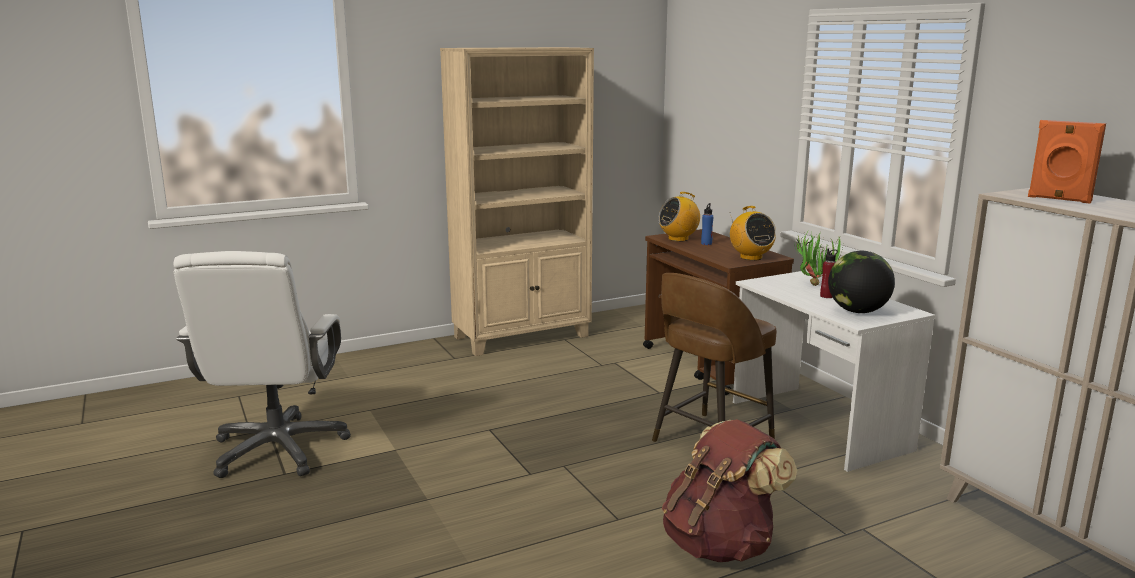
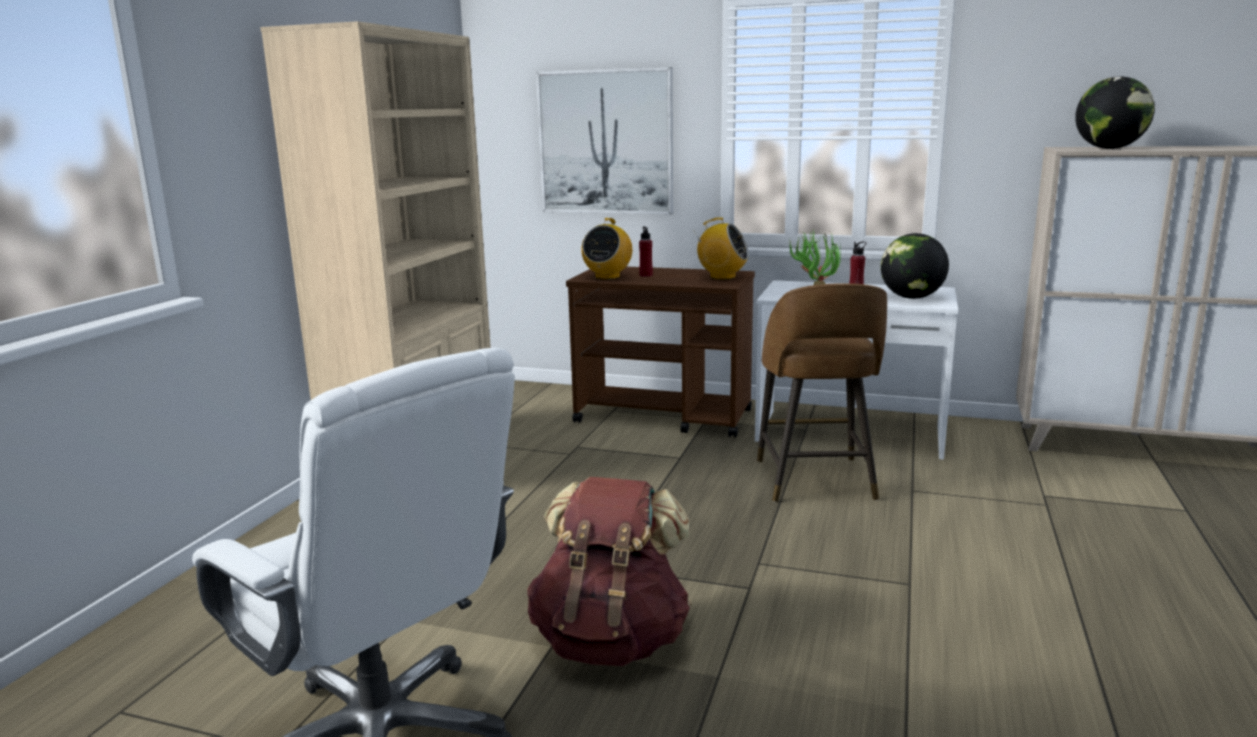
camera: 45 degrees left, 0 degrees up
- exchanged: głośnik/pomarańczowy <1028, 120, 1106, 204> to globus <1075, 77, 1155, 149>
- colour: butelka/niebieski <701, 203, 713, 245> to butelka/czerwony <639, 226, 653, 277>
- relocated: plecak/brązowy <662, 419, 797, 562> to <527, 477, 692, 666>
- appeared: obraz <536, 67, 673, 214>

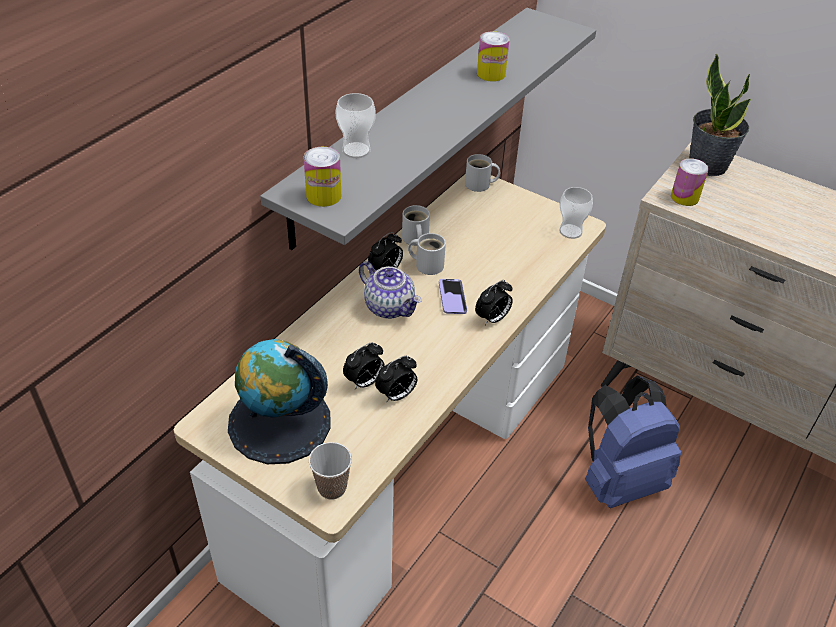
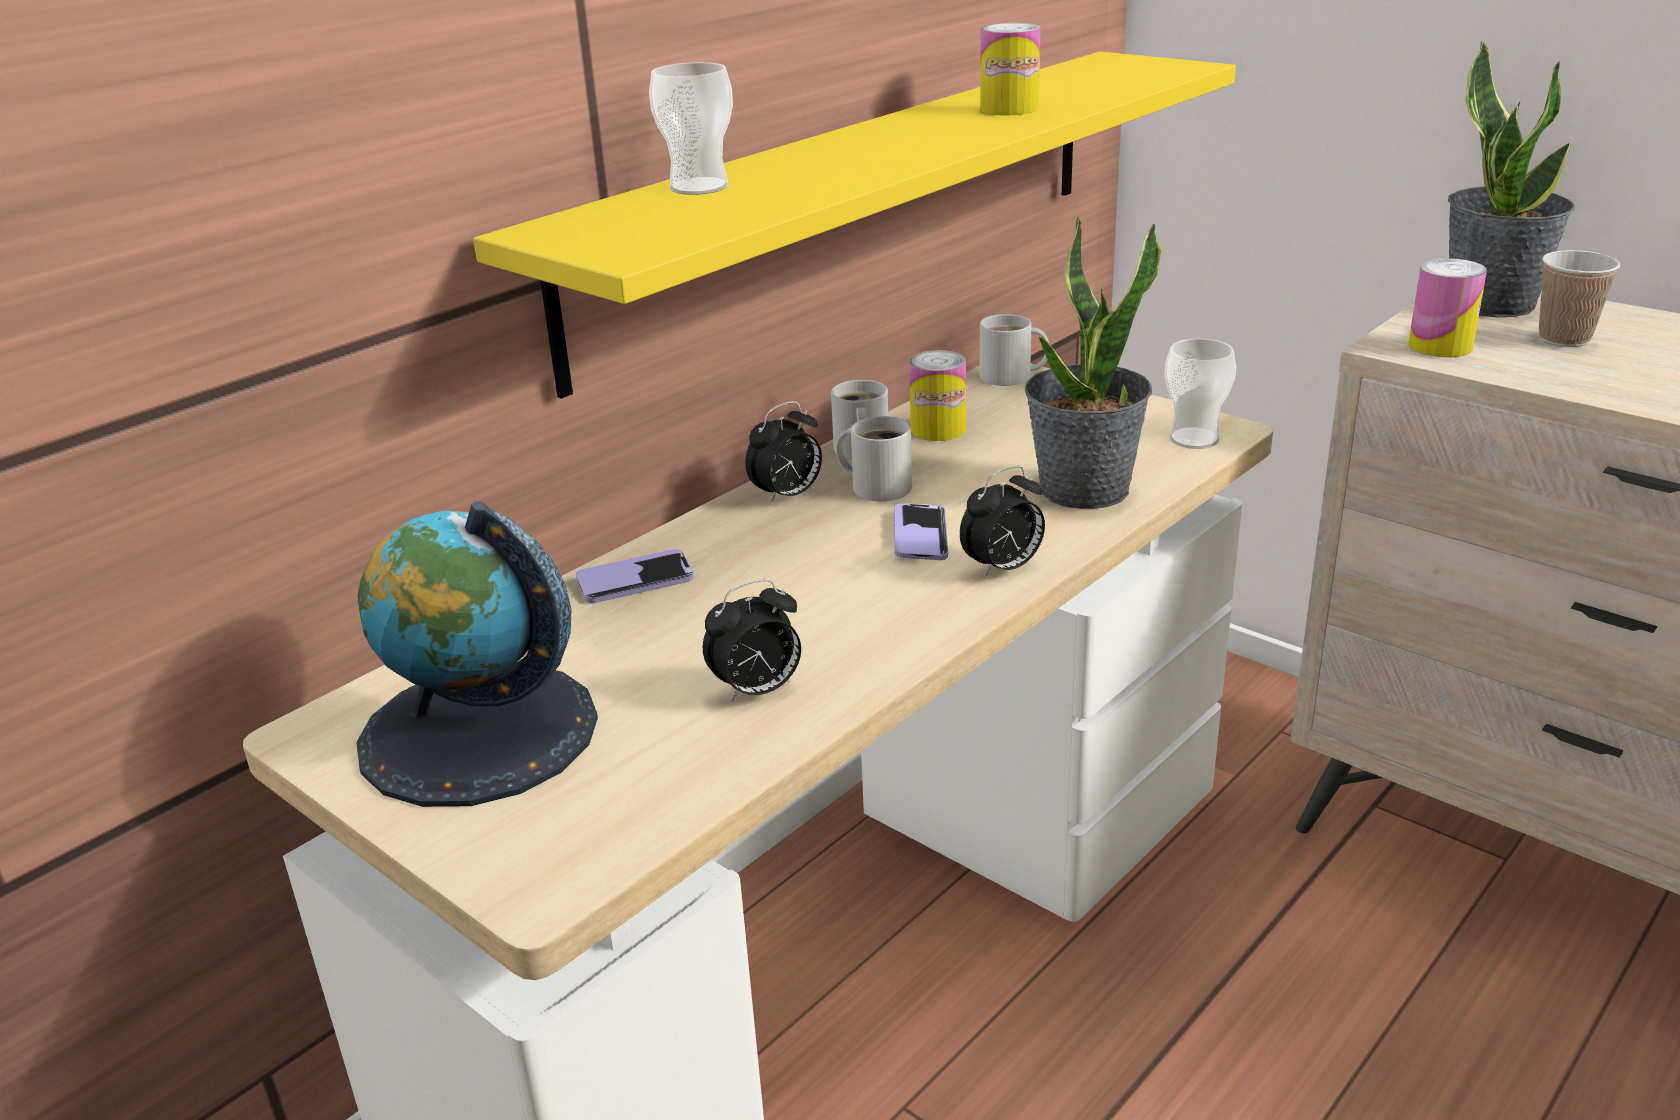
camera: 10 degrees right, 15 degrees down
- colour: półka/szary <260, 8, 596, 250> to półka/żółty <473, 51, 1236, 399>
- relocated: puszka <304, 147, 341, 207> to <909, 350, 966, 441>
- missing: imbryk <359, 261, 422, 319>
- missing: budzik <343, 342, 385, 390>
- missing: plecak/niebieski <585, 375, 681, 508>
- relocated: filiżanka <309, 442, 352, 499> to <1539, 250, 1620, 347>
- appeared: roślina doniczkowa <1025, 216, 1162, 509>
- appeared: telefon <576, 549, 694, 603>

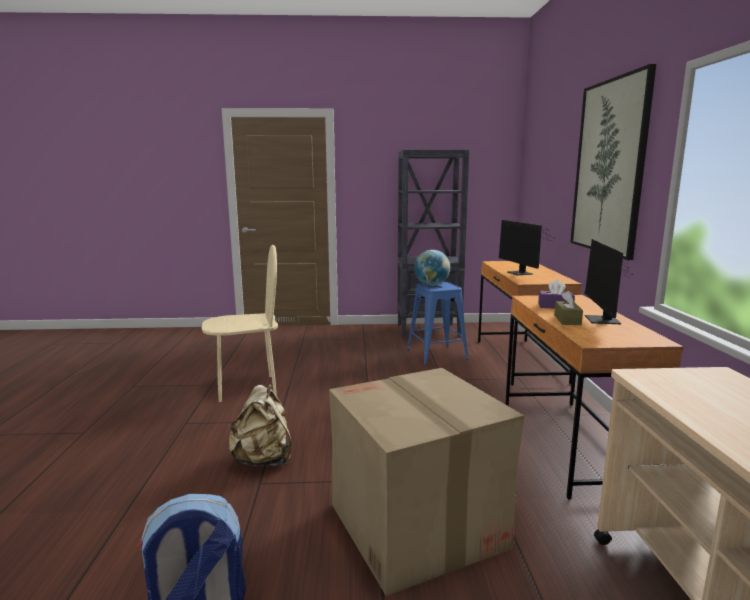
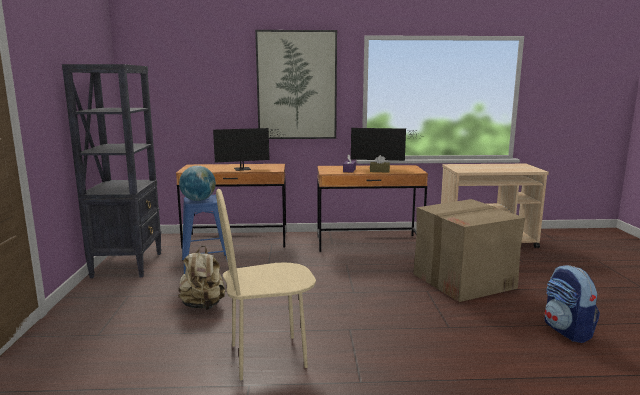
camera: 90 degrees left, 0 degrees up
- spun: krzesło/beżowy <202, 245, 278, 402> = <216, 189, 316, 380> 90 degrees counterclockwise
- relocated: plecak/beżowy <228, 384, 291, 466> to <178, 246, 225, 310>

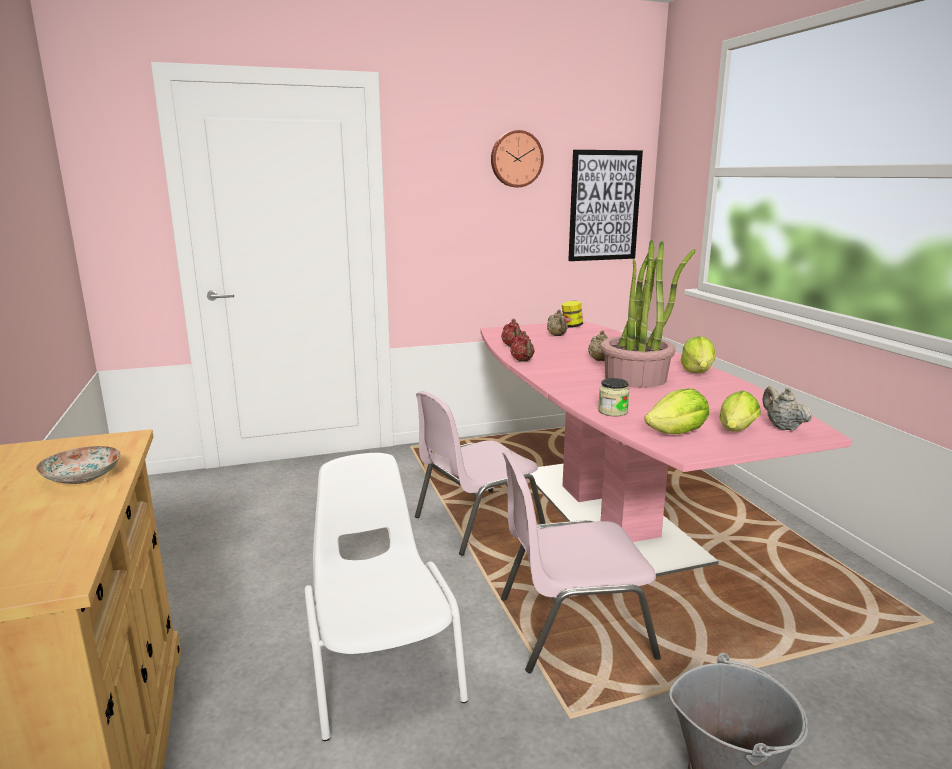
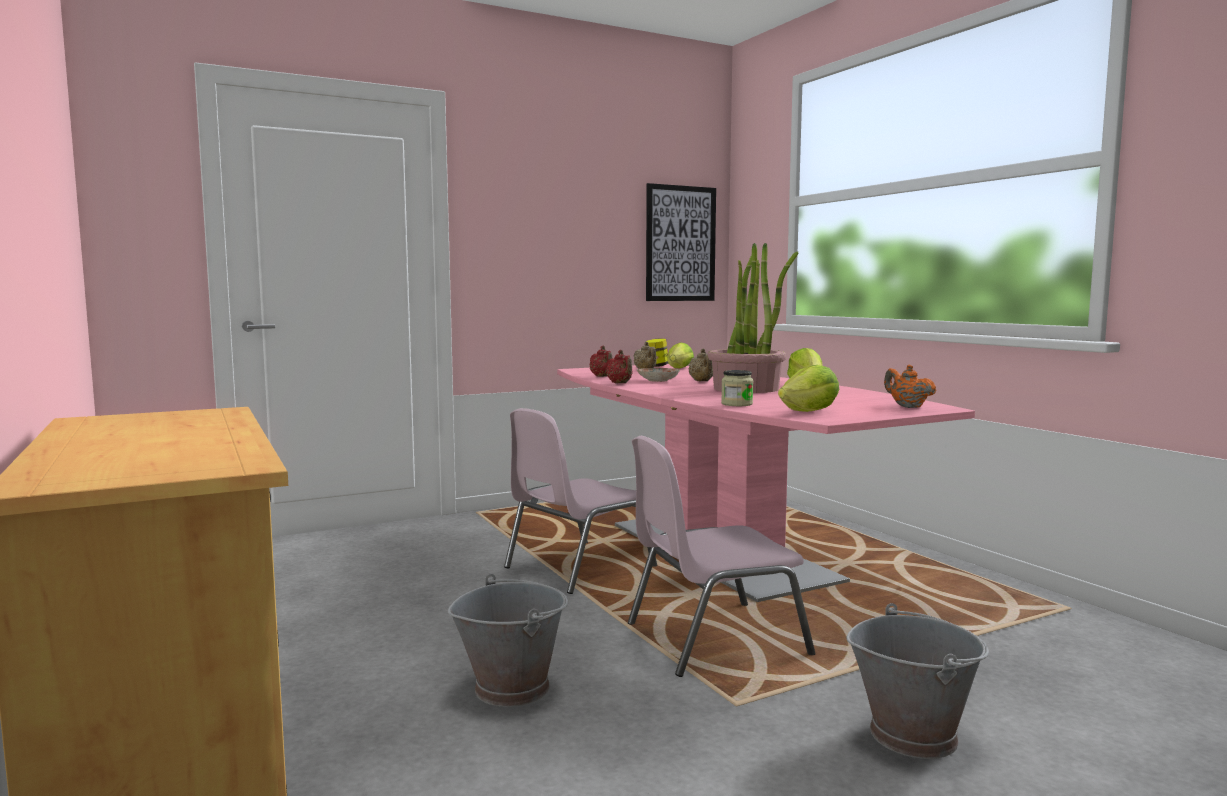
camera: 10 degrees left, 10 degrees down
- missing: zegar ścienny <491, 130, 544, 187>
- colour: imbryk/beżowy <762, 386, 812, 431> to imbryk/pomarańczowy <884, 365, 937, 408>
- relocated: sałata <719, 391, 761, 431> to <667, 342, 694, 368>
- relocated: talerz <36, 446, 120, 484> to <637, 368, 680, 382>
- exchanged: krzesło/biały <305, 453, 468, 741> to wiadro/szary <448, 574, 568, 707>

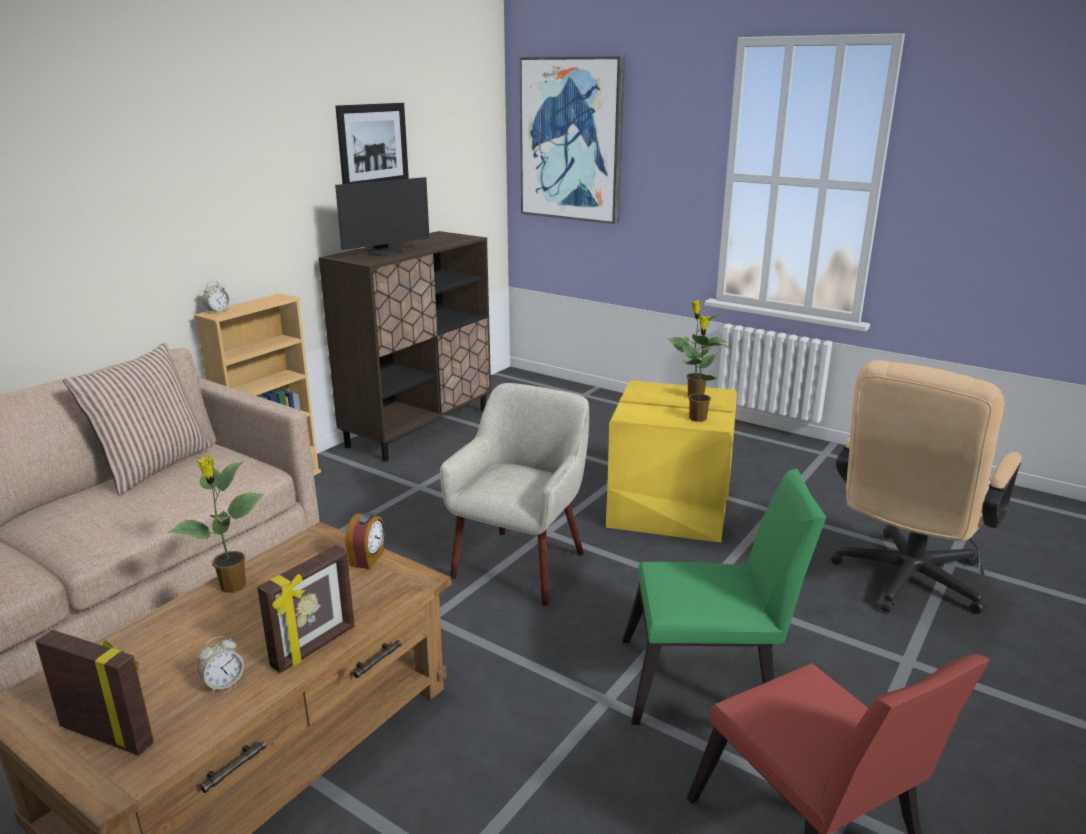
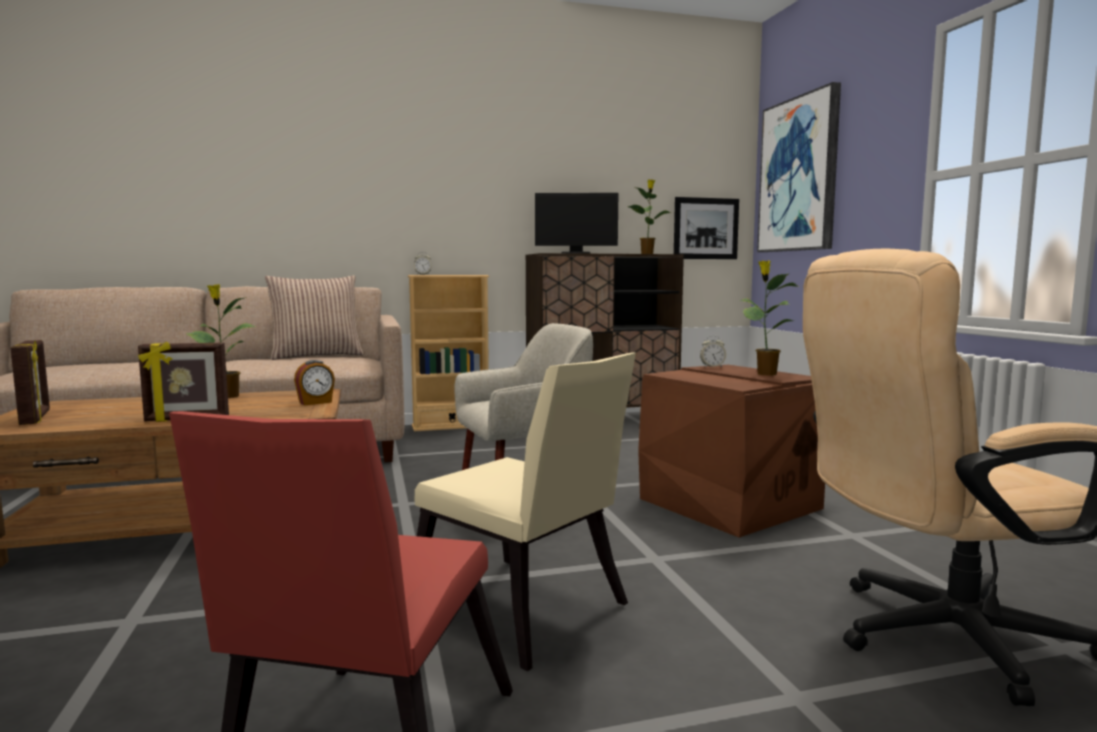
camera: 40 degrees right, 15 degrees down
- relocated: obraz <335, 103, 409, 184> to <674, 197, 739, 259>
- relocated: roślina doniczkowa <682, 316, 728, 422> to <628, 179, 671, 254>
- colour: pojemnik do przechowywania/żółty <606, 380, 737, 543> to pojemnik do przechowywania/brązowy <638, 365, 825, 538>
- colour: krzesło/zielony <622, 469, 826, 725> to krzesło/beżowy <415, 353, 636, 671>
- relocated: budzik <198, 636, 244, 693> to <700, 335, 726, 367>

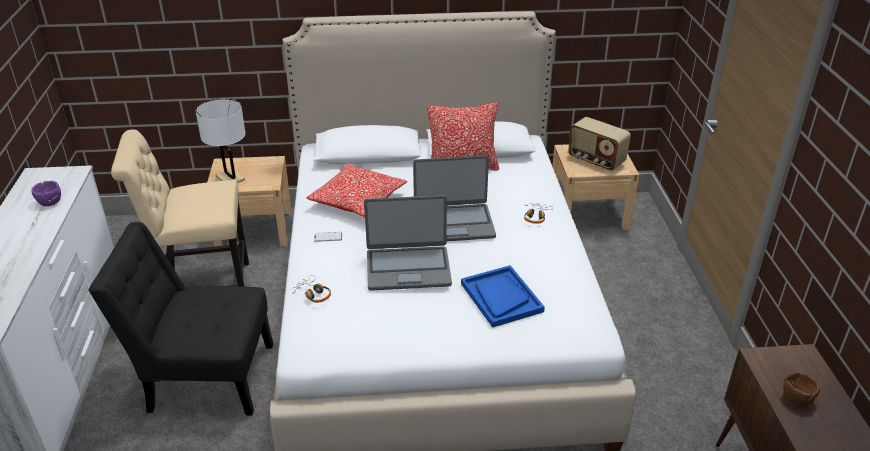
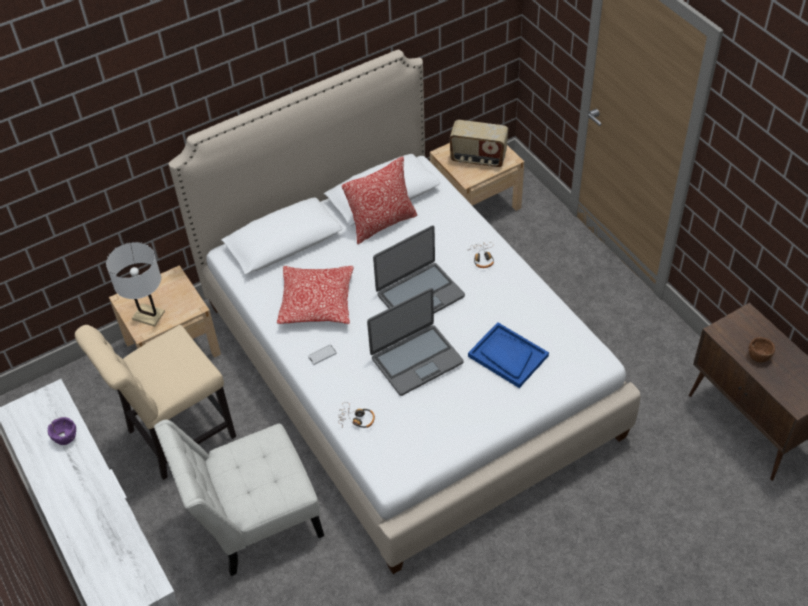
camera: 25 degrees left, 15 degrees up
- colour: krzesło/czarny <88, 222, 273, 416> to krzesło/biały <154, 420, 324, 576>

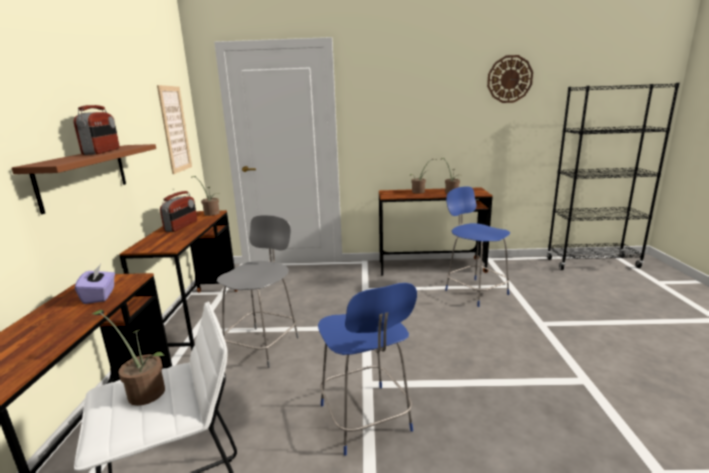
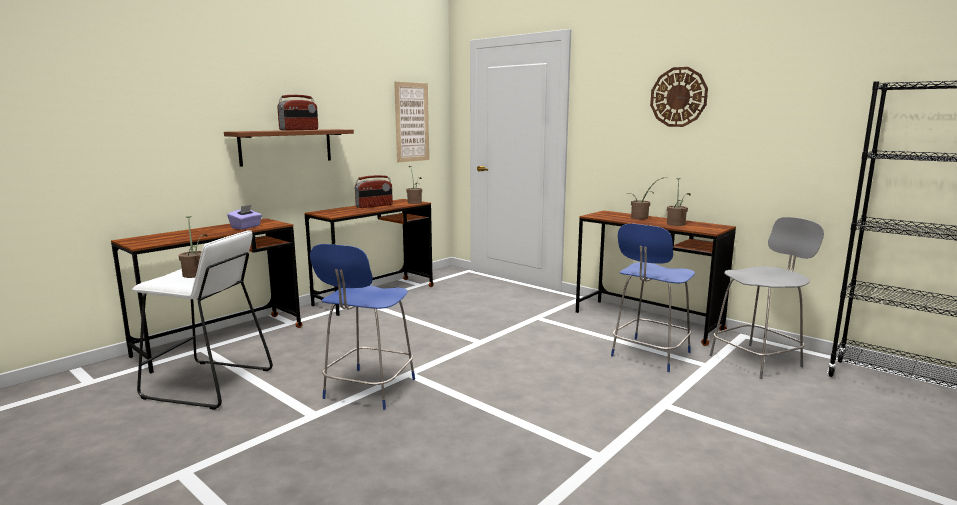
camera: 40 degrees right, 5 degrees down
- relocated: zegar ścienny <487, 55, 533, 103> to <650, 67, 708, 127>
- spun: krzesło/niebieski <445, 186, 510, 307> = <611, 224, 695, 372> 150 degrees counterclockwise
- relocated: krzesło/szary <217, 215, 299, 368> to <710, 217, 824, 379>

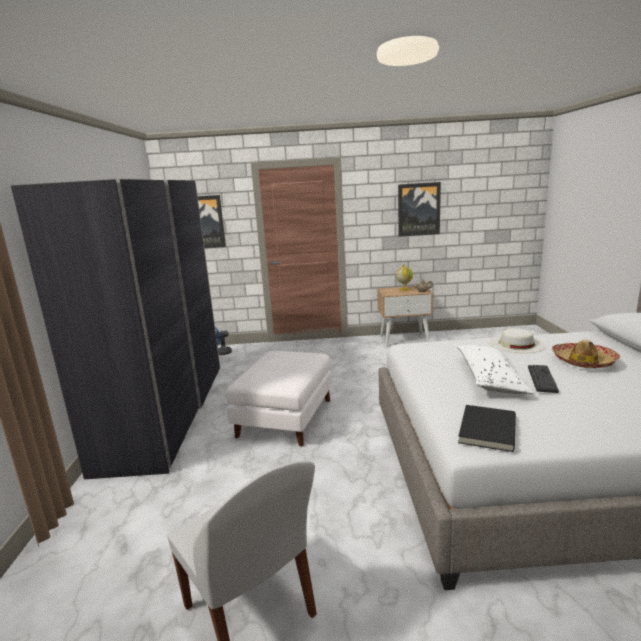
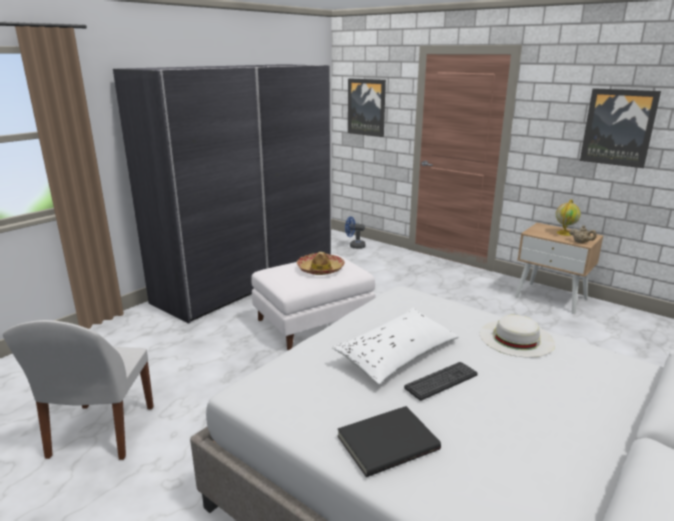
camera: 40 degrees right, 5 degrees up
- relocated: kapelusz <552, 340, 620, 368> to <297, 252, 345, 275>
- relocated: książka/czarny <458, 405, 516, 452> to <338, 406, 441, 477>

